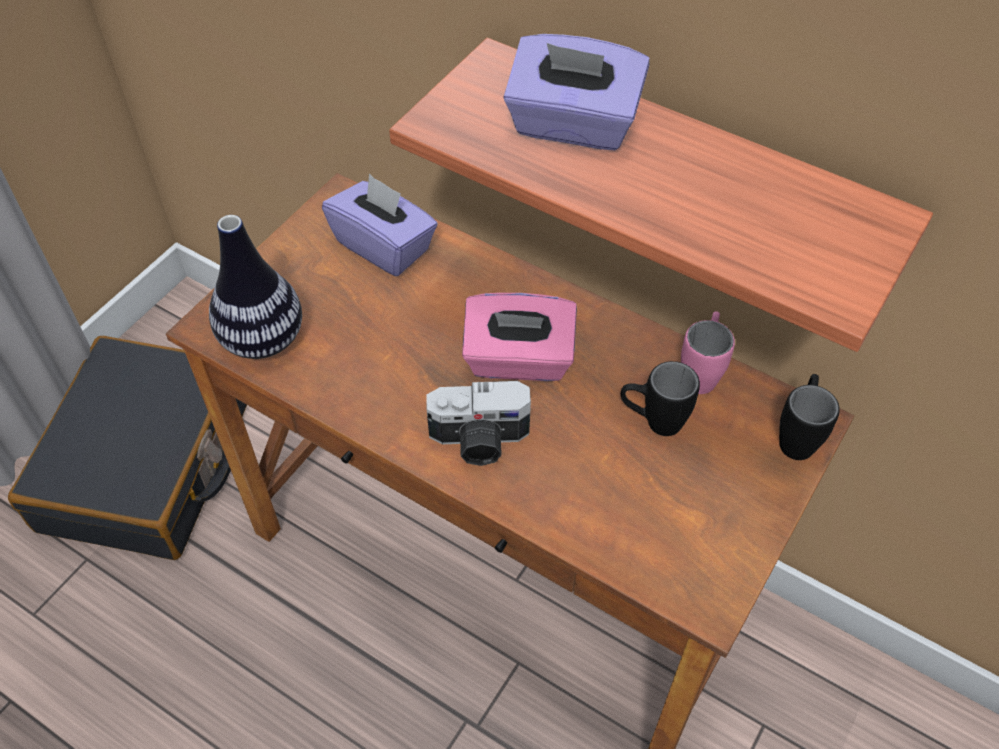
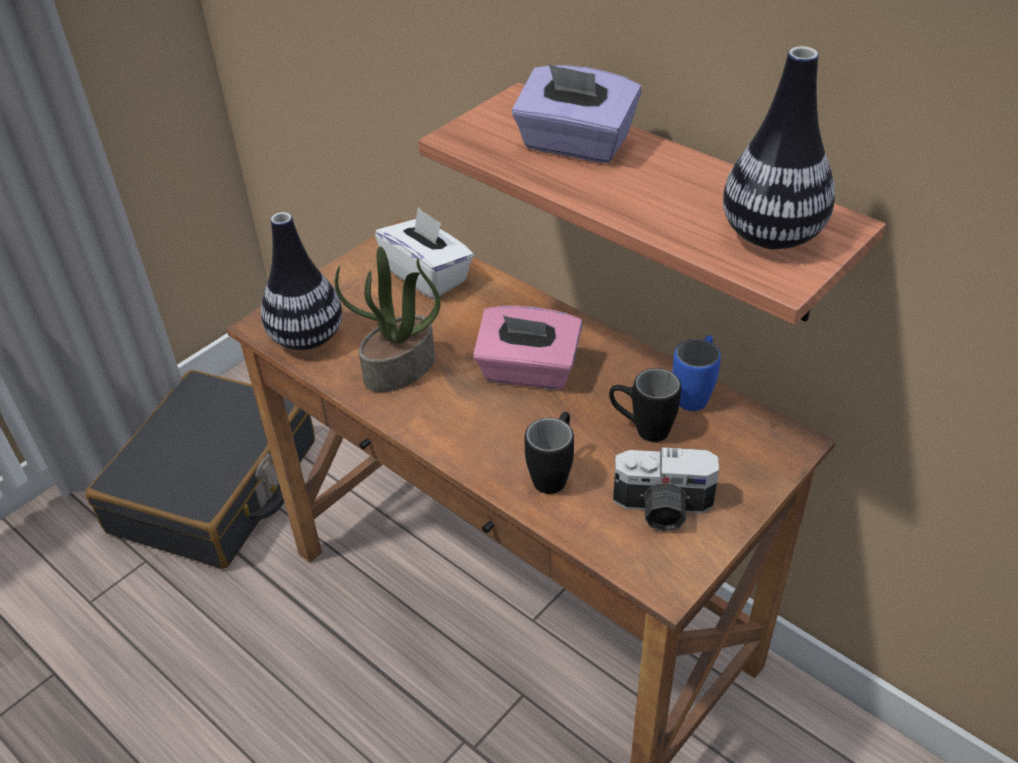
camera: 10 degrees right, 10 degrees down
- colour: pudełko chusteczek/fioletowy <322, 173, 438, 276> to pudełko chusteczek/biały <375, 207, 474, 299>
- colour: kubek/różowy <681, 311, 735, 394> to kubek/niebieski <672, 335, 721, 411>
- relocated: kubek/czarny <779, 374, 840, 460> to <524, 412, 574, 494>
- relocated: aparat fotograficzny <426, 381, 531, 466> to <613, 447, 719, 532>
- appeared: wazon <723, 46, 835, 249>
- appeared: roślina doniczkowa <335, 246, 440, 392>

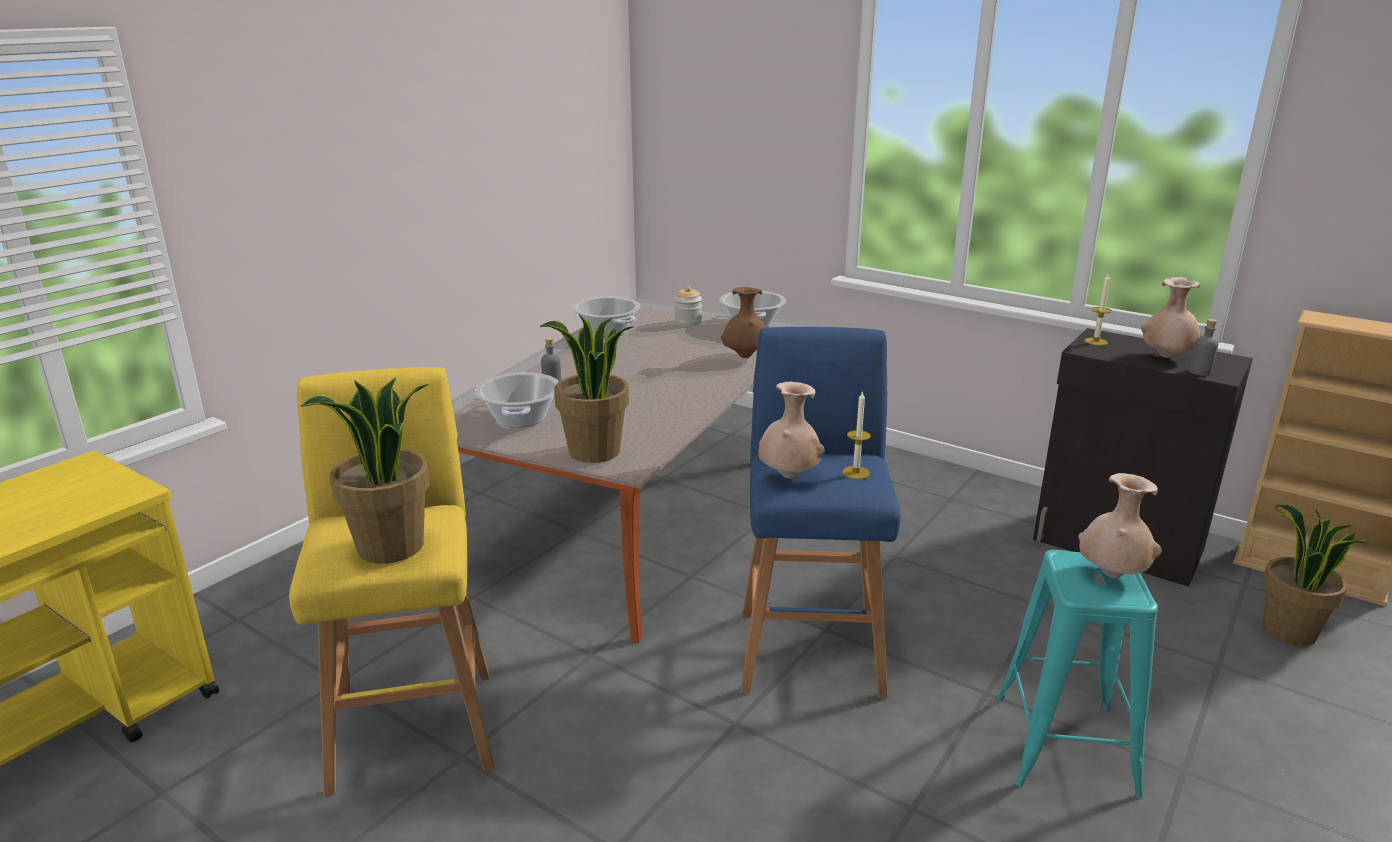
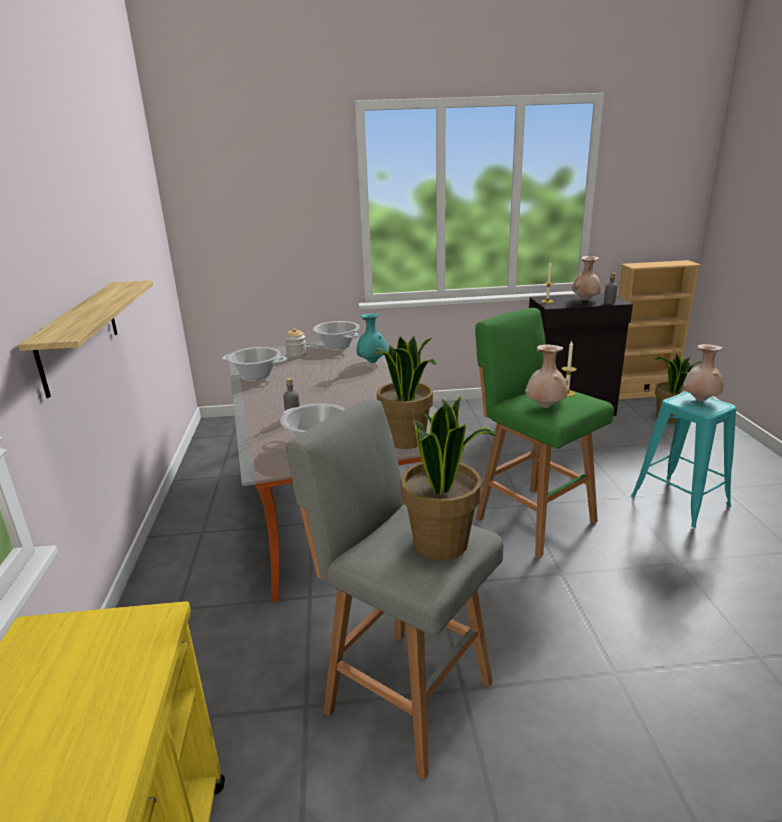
camera: 40 degrees left, 0 degrees up
- colour: wazon/brązowy <721, 287, 769, 358> to wazon/turkusowy <356, 313, 388, 363>
- colour: stołek/niebieski <741, 327, 901, 699> to stołek/zielony <475, 308, 614, 558>
- colour: stołek/żółty <289, 367, 494, 797> to stołek/szary <286, 398, 504, 780>
- appeared: półka <18, 280, 153, 398>

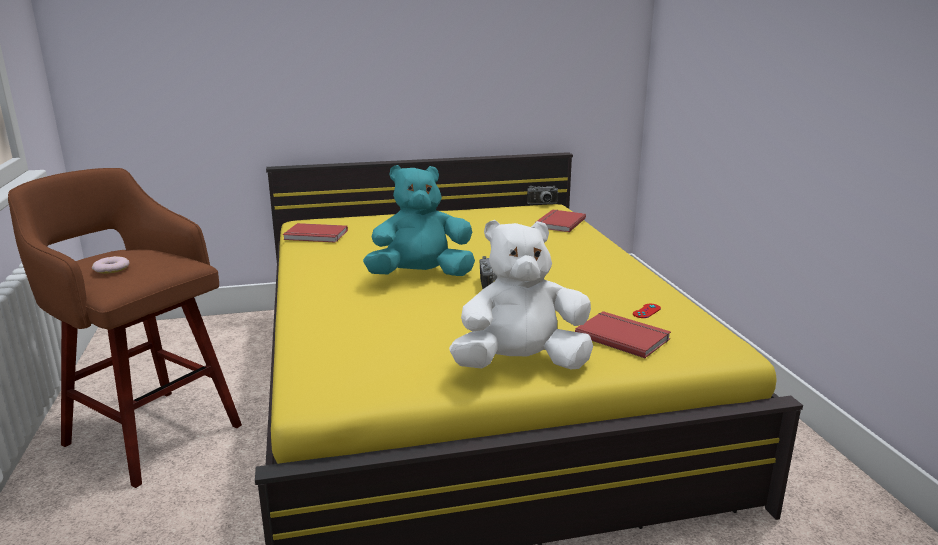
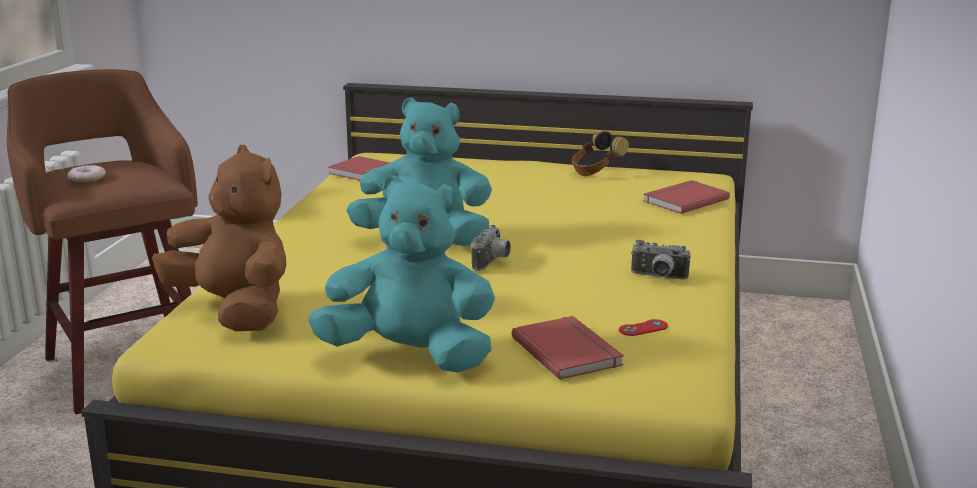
camera: 25 degrees right, 0 degrees up
- relocated: aparat fotograficzny <527, 186, 559, 204> to <631, 240, 691, 279>
- colour: pluszak/biały <449, 220, 593, 369> to pluszak/turkusowy <308, 176, 495, 372>
- appeared: słuchawki <572, 130, 629, 176>
- appeared: pluszak/brązowy <152, 145, 286, 331>

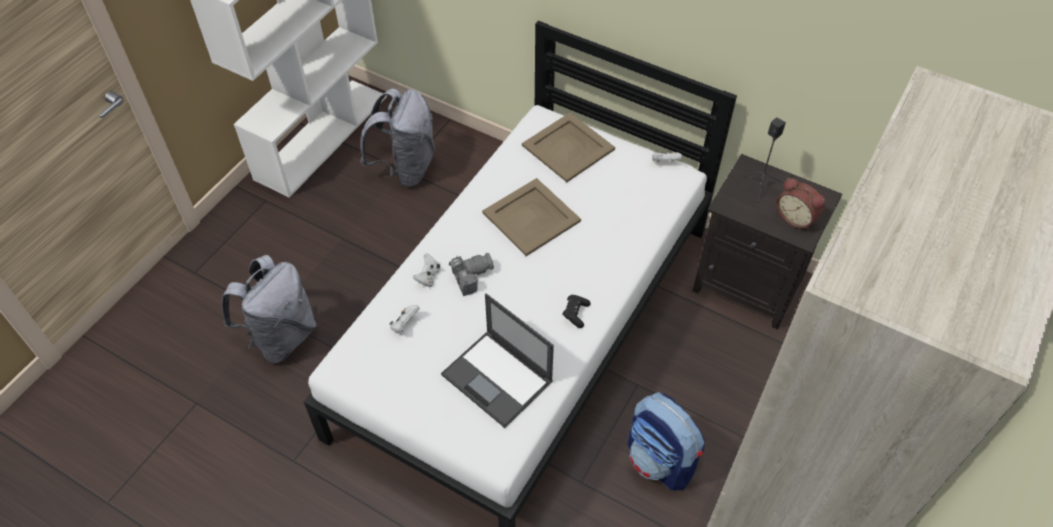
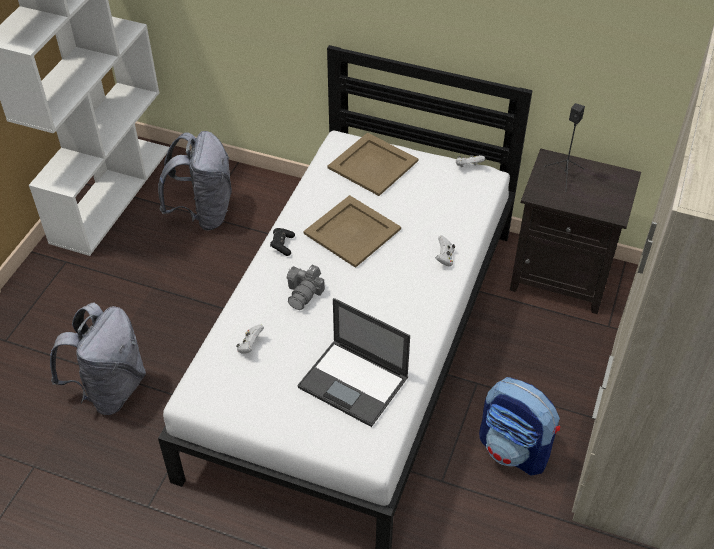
camera: 10 degrees left, 5 degrees down
- missing: budzik <776, 178, 825, 230>
- relocated: pad do gier/biały <413, 253, 440, 287> to <436, 236, 455, 266>
- spun: aparat fotograficzny <449, 253, 494, 296> = <287, 265, 325, 310> 150 degrees clockwise
- relocated: pad do gier/czarny <562, 295, 591, 328> to <270, 228, 295, 256>

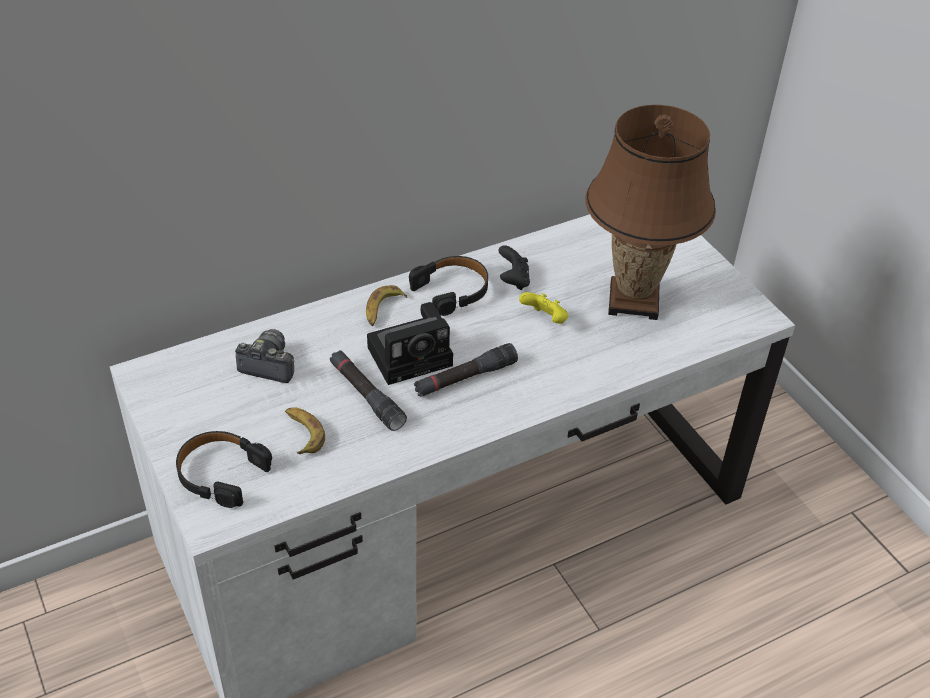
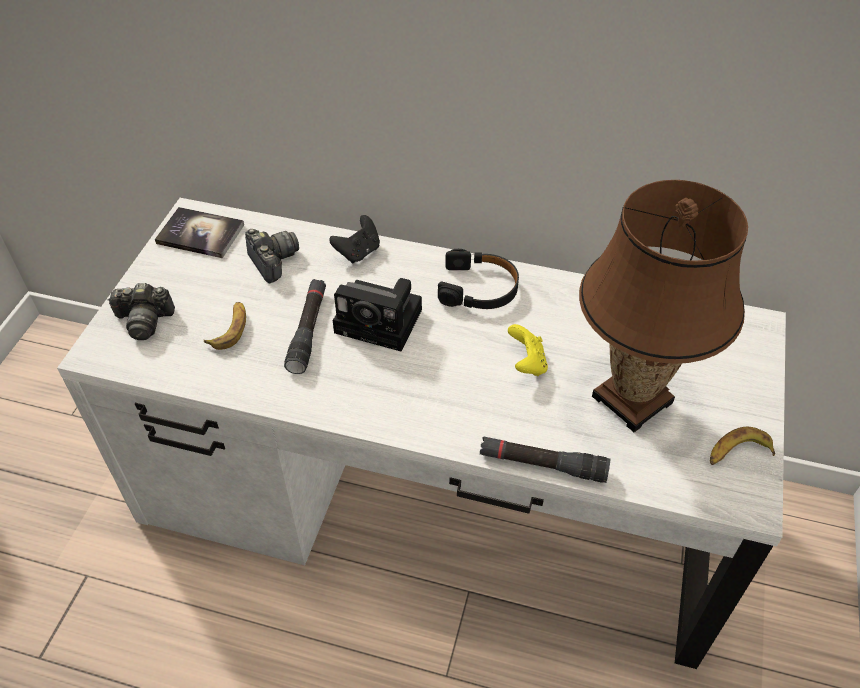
camera: 45 degrees right, 5 degrees up
- relocated: pad do gier/czarny <498, 245, 530, 290> to <329, 215, 380, 263>
- relocated: banan <366, 285, 407, 326> to <710, 427, 775, 465>
- relocated: latarka/czarny <414, 343, 518, 397> to <480, 436, 610, 483>
- exchanged: słuchawki/czarny <176, 431, 272, 508> to aparat fotograficzny <107, 283, 175, 340>
- appeared: książka <155, 207, 244, 258>

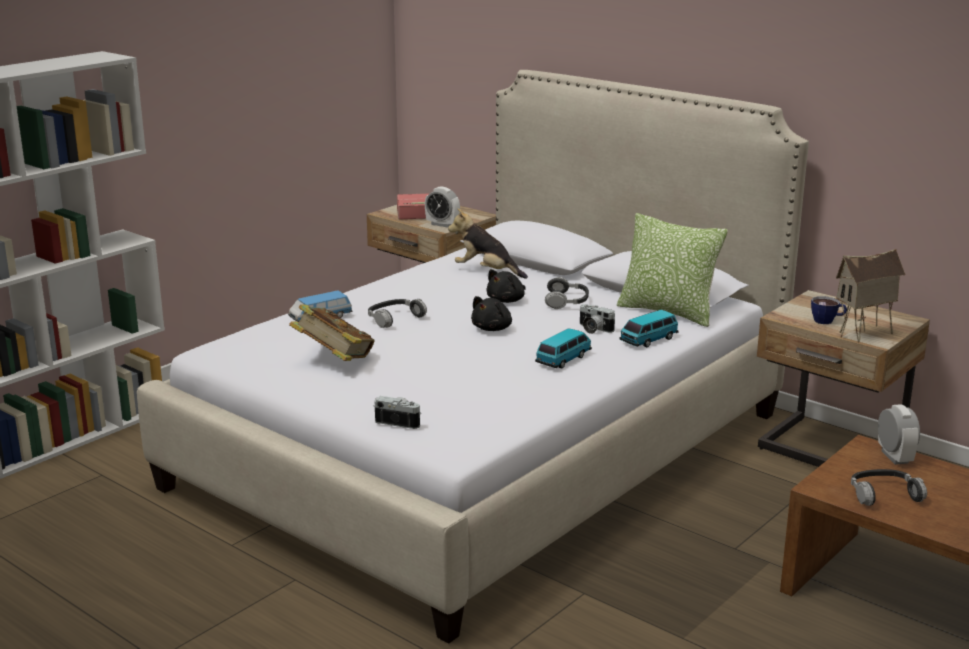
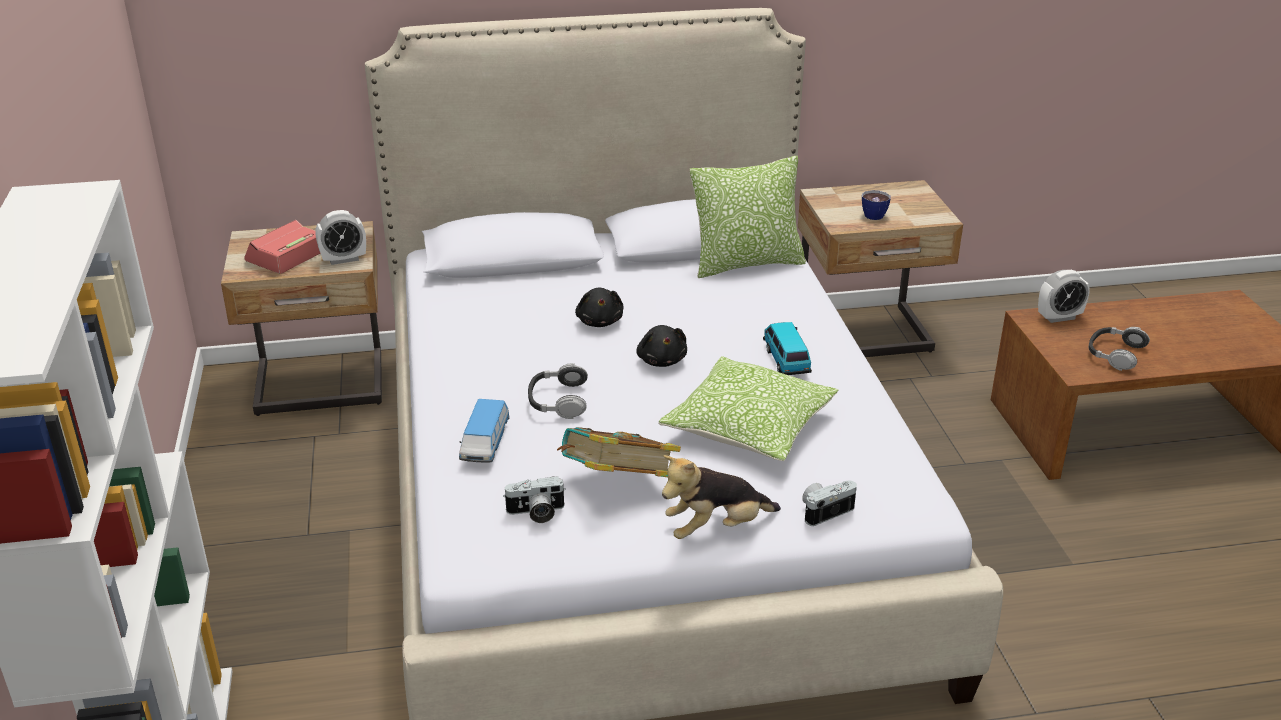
camera: 50 degrees left, 10 degrees up
- relocated: pluszak <448, 208, 528, 279> to <662, 455, 781, 539>
- missing: domek <836, 249, 906, 343>
- missing: słuchawki <545, 277, 589, 309>
- relocated: aparat fotograficzny <580, 304, 615, 334> to <503, 476, 566, 523>
- missing: samochodzik <619, 310, 678, 348>
- spun: budzik <878, 404, 920, 465> = <1038, 270, 1090, 323> 135 degrees clockwise
- appeared: poduszka <658, 356, 838, 461>

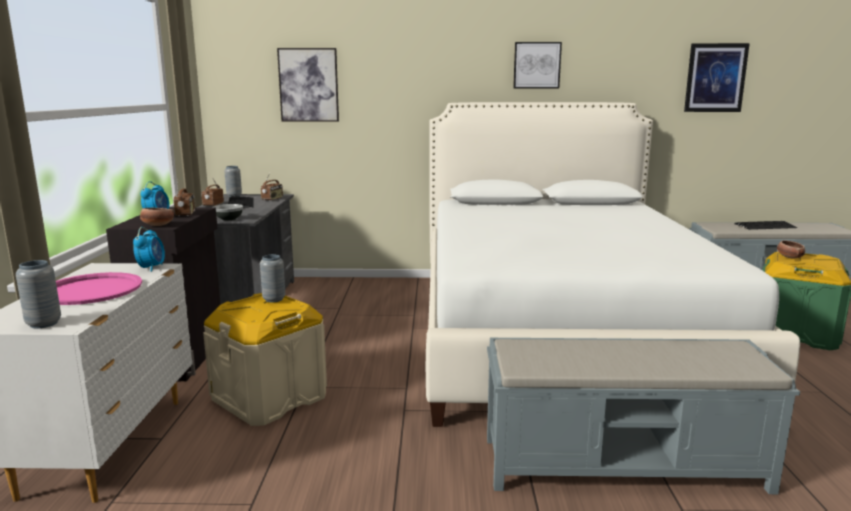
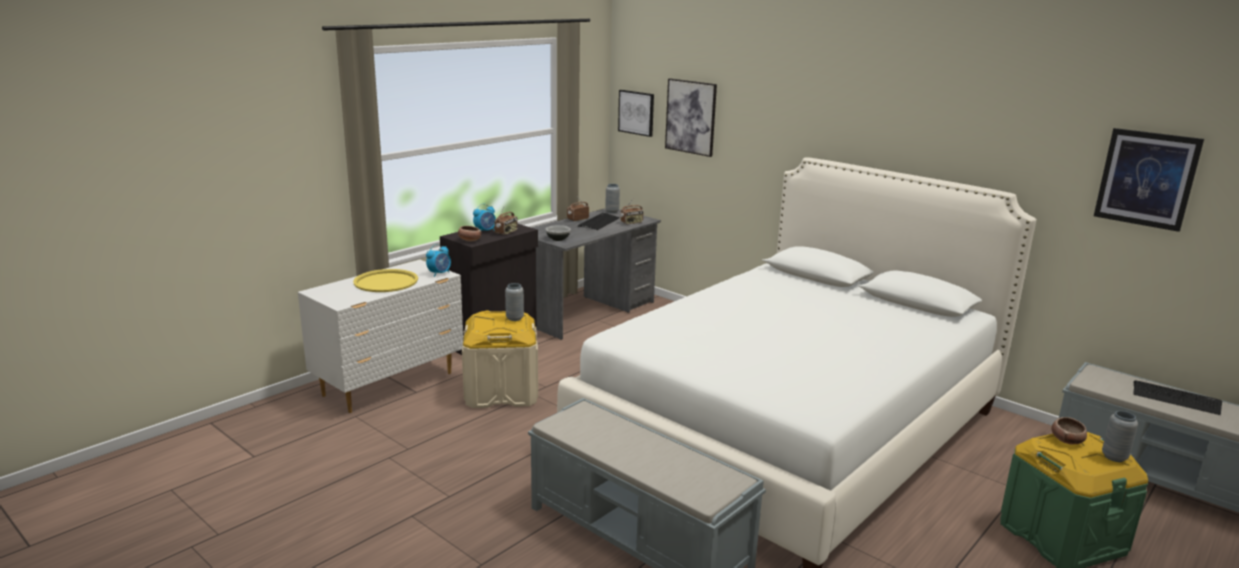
camera: 40 degrees right, 5 degrees up
- relocated: obraz <513, 42, 562, 89> to <618, 90, 654, 137>
- relocated: wazon/szary <16, 260, 61, 328> to <1102, 411, 1138, 462>
- colour: taca/różowy <56, 272, 142, 305> to taca/żółty <353, 269, 418, 292>

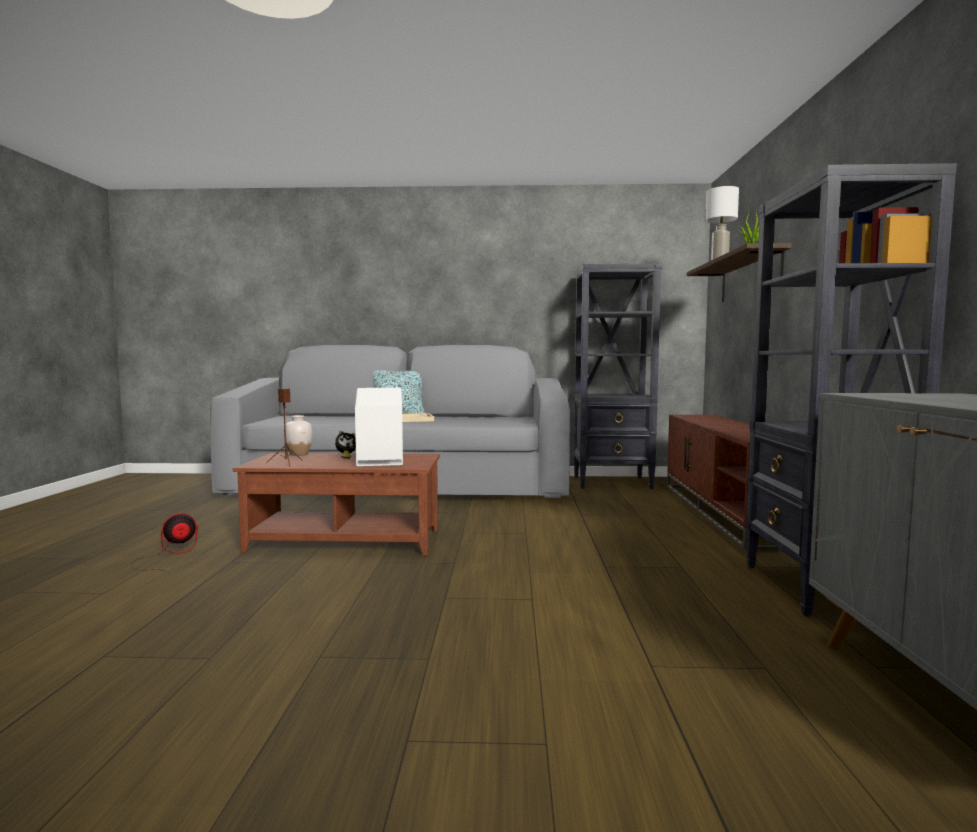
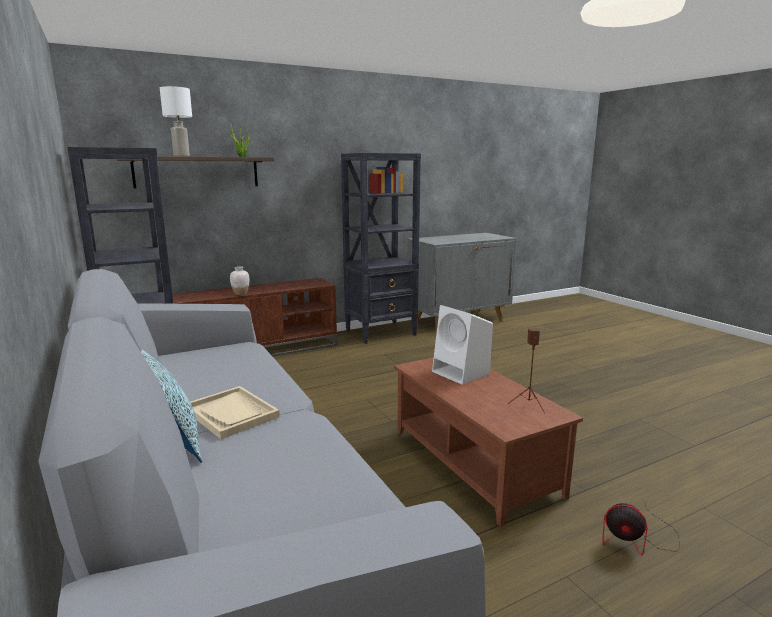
camera: 120 degrees left, 10 degrees up
- relocated: wazon/biały <284, 415, 312, 456> to <230, 266, 250, 295>
- missing: budzik <335, 431, 356, 459>

